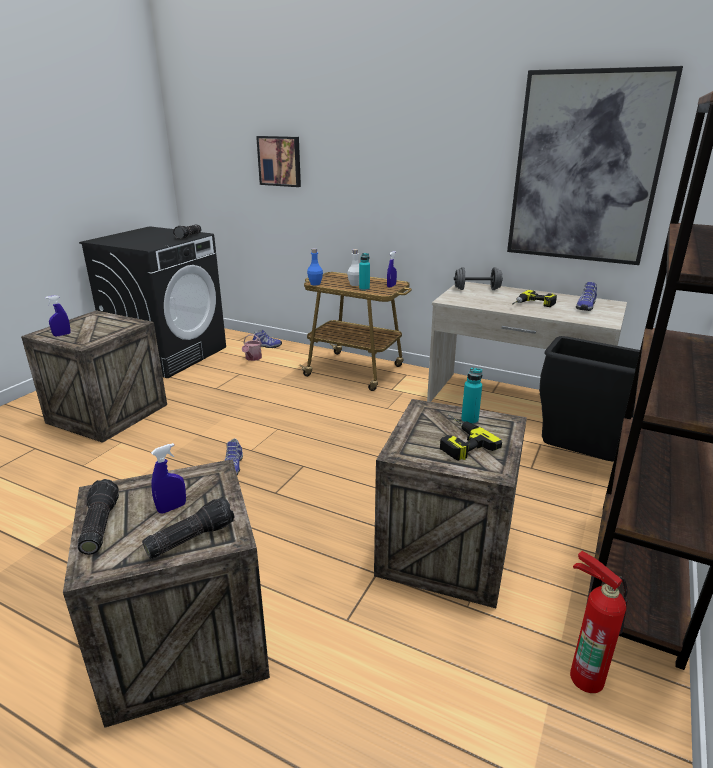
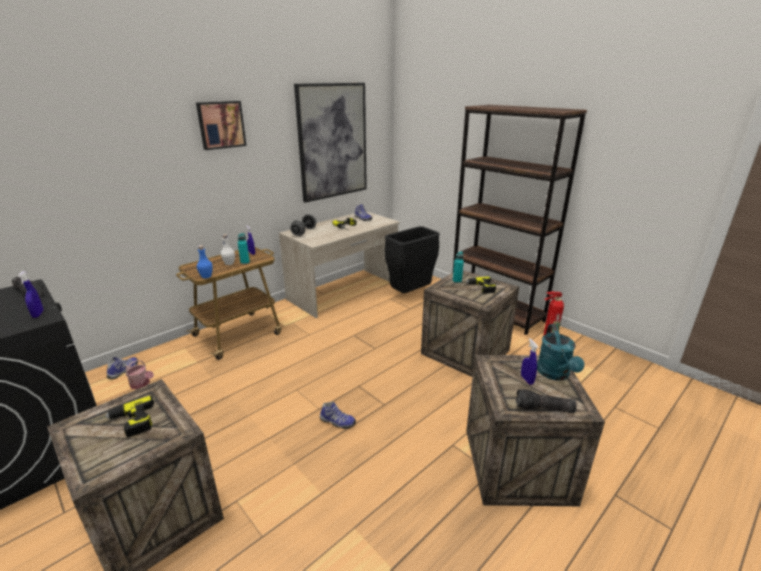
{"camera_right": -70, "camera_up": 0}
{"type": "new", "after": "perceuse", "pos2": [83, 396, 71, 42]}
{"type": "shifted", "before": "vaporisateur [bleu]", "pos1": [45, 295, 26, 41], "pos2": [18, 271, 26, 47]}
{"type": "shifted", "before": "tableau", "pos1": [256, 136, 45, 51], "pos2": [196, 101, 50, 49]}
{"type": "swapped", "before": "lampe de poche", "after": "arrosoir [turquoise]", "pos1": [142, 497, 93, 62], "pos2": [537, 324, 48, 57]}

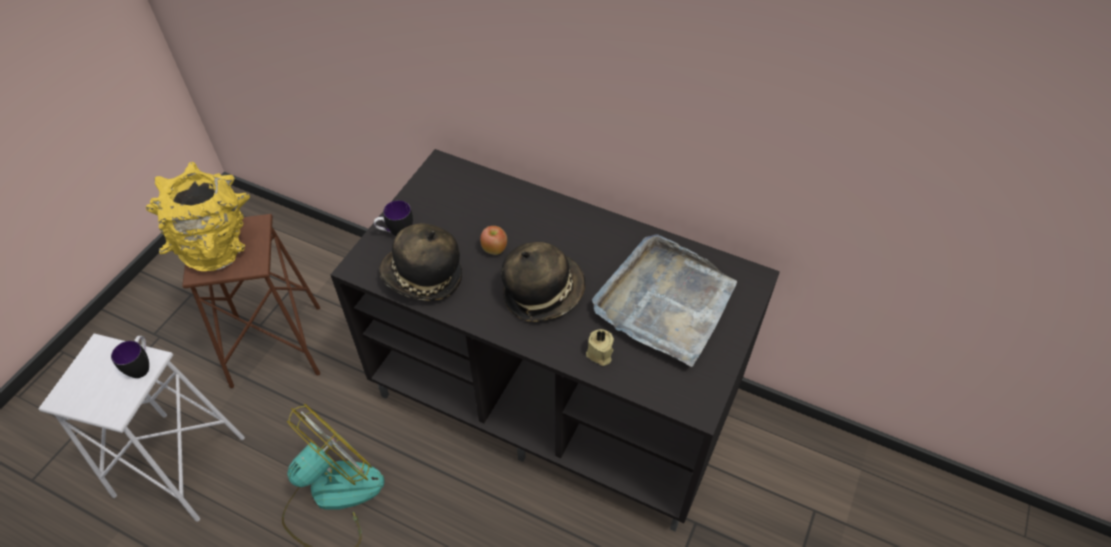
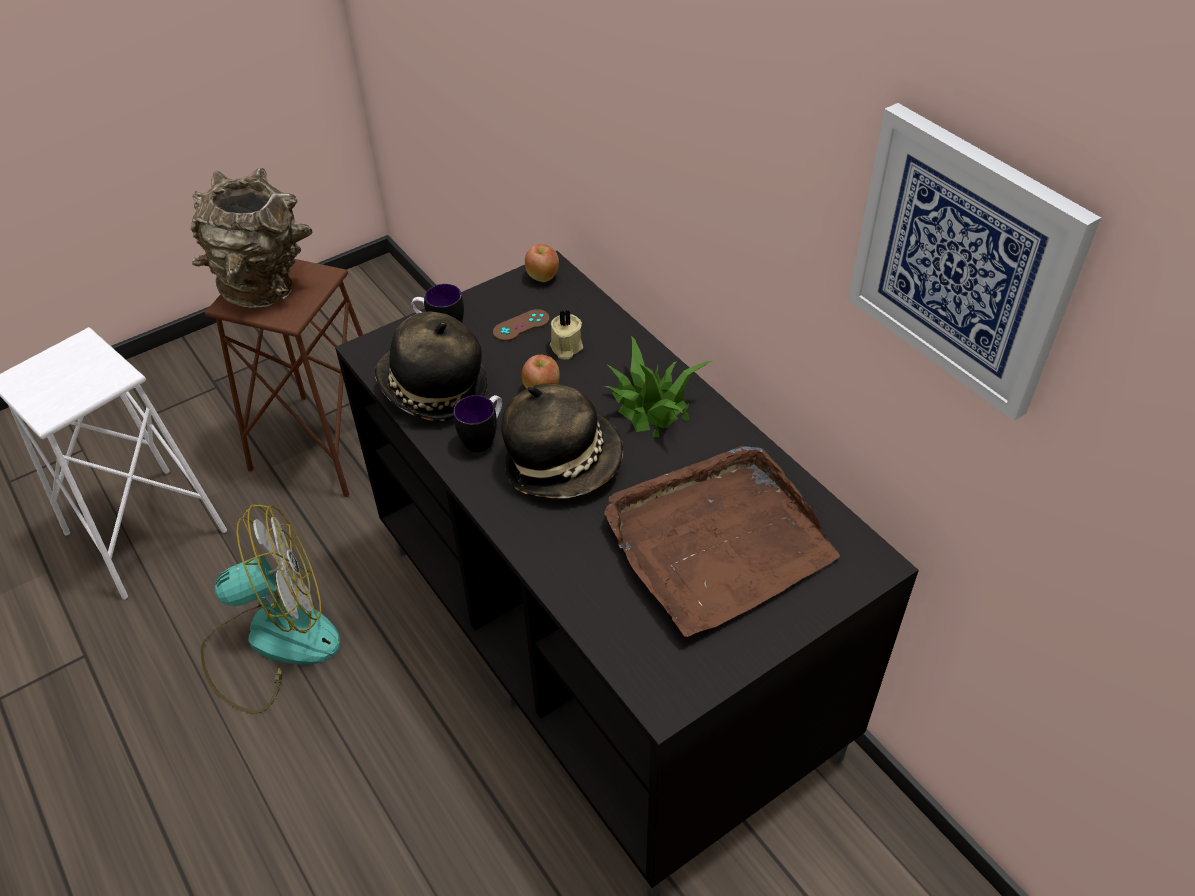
{"camera_right": 30, "camera_up": -5}
{"type": "new", "after": "manette [marron]", "pos2": [493, 309, 57, 32]}
{"type": "new", "after": "pomme", "pos2": [525, 244, 34, 38]}
{"type": "new", "after": "plante en pot", "pos2": [604, 336, 108, 101]}
{"type": "new", "after": "tableau", "pos2": [848, 103, 253, 318]}
{"type": "shifted", "before": "mug", "pos1": [111, 336, 38, 42], "pos2": [453, 395, 49, 58]}
{"type": "shifted", "before": "bougie [beige]", "pos1": [586, 329, 28, 37], "pos2": [550, 310, 33, 49]}
{"type": "repainted", "before": "vase [jaune]", "after": "vase [marron]", "pos1": [146, 162, 104, 109], "pos2": [191, 168, 121, 140]}
{"type": "repainted", "before": "plateau [gris]", "after": "plateau [marron]", "pos1": [592, 234, 145, 133], "pos2": [604, 446, 236, 191]}

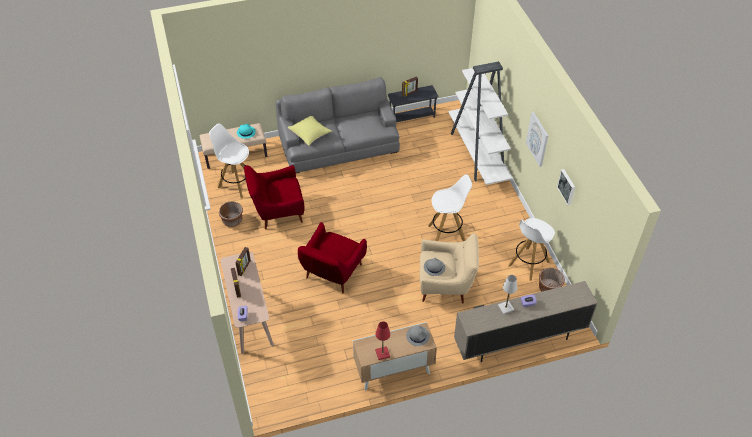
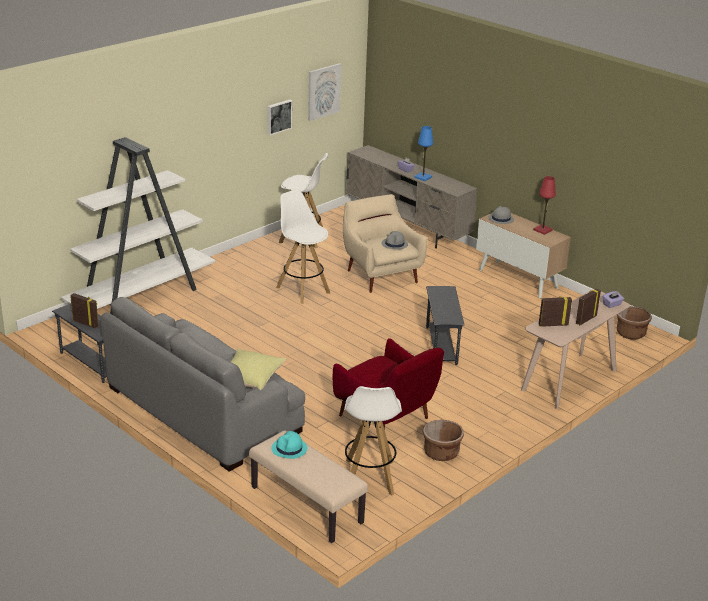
{"camera_right": -120, "camera_up": -20}
{"type": "shifted", "before": "tableau", "pos1": [526, 112, 22, 55], "pos2": [308, 63, 33, 58]}
{"type": "shifted", "before": "cache-pot [marron]", "pos1": [539, 268, 26, 24], "pos2": [617, 306, 35, 34]}
{"type": "swapped", "before": "fauteuil [rouge]", "after": "table d'appoint [gris]", "pos1": [298, 222, 69, 71], "pos2": [426, 286, 38, 79]}
{"type": "repainted", "before": "lampe de table [blanc]", "after": "lampe de table [bleu]", "pos1": [498, 275, 19, 39], "pos2": [414, 126, 19, 55]}

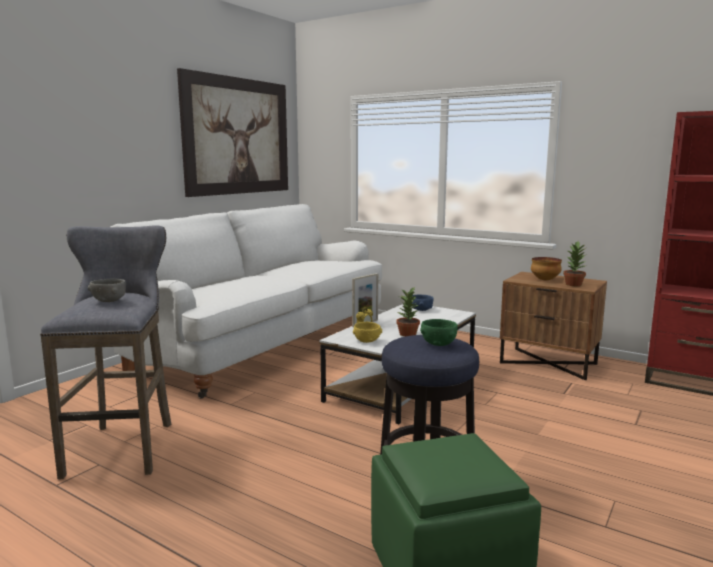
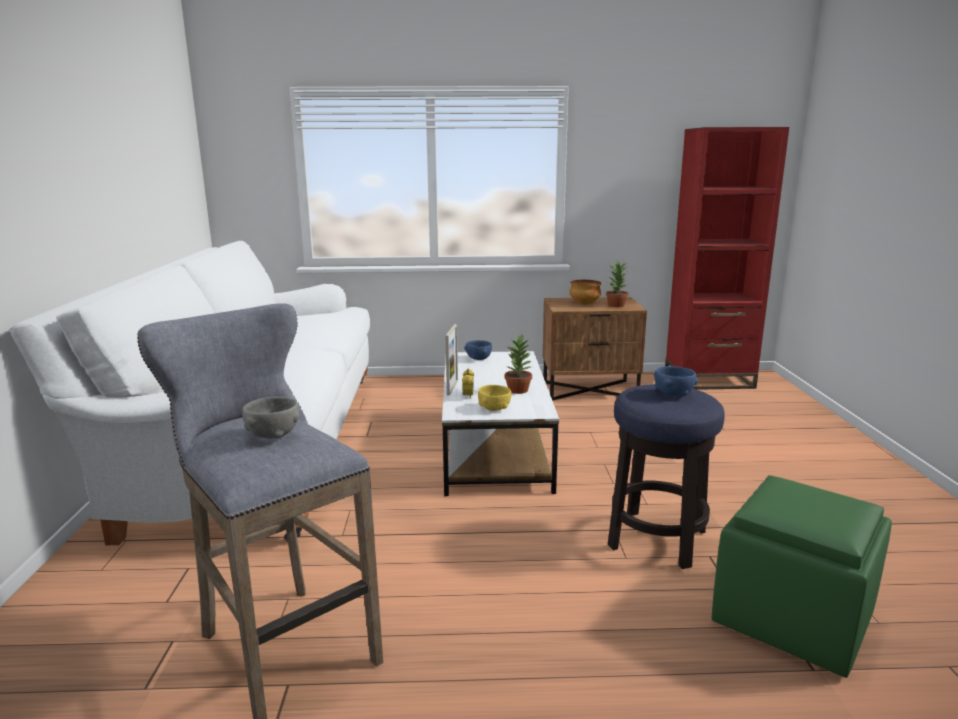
{"camera_right": -35, "camera_up": 5}
{"type": "gone", "before": "tableau", "pos1": [177, 68, 111, 129]}
{"type": "repainted", "before": "bol [vert]", "after": "bol [bleu]", "pos1": [420, 319, 38, 27], "pos2": [654, 366, 44, 30]}

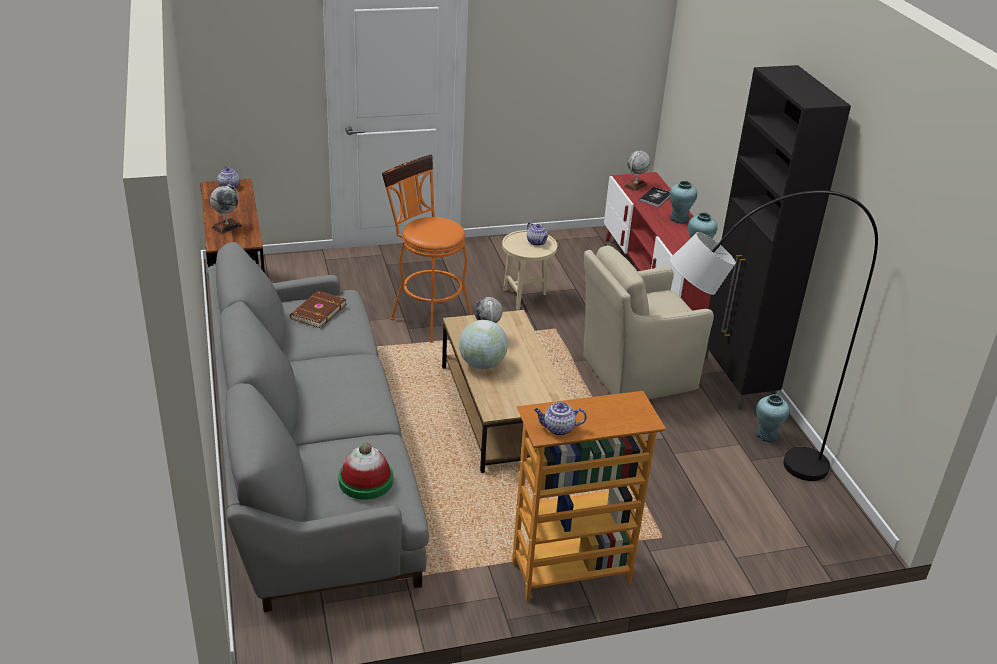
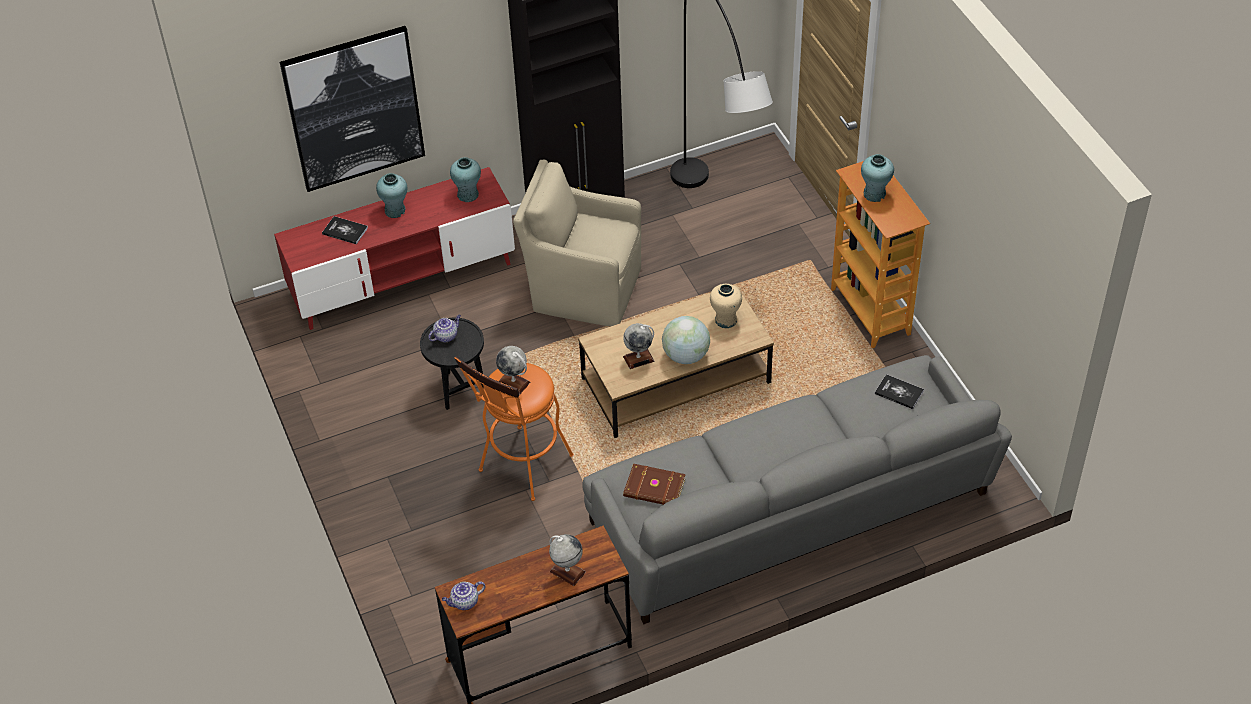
{"camera_right": -95, "camera_up": 15}
{"type": "gone", "before": "théière", "pos1": [534, 402, 53, 34]}
{"type": "new", "after": "tableau", "pos2": [280, 26, 145, 166]}
{"type": "new", "after": "vase [beige]", "pos2": [710, 284, 32, 44]}
{"type": "shifted", "before": "globe", "pos1": [624, 150, 27, 41], "pos2": [496, 346, 34, 49]}
{"type": "shifted", "before": "vase [turquoise]", "pos1": [756, 394, 34, 48], "pos2": [861, 154, 33, 48]}
{"type": "swapped", "before": "chapeau", "after": "livre", "pos1": [338, 442, 55, 58], "pos2": [875, 374, 49, 35]}
{"type": "repainted", "before": "table d'appoint [beige]", "after": "table d'appoint [noir]", "pos1": [502, 230, 55, 80], "pos2": [420, 318, 64, 92]}
{"type": "rotated", "before": "fauteuil [beige]", "pos1": [583, 245, 131, 155], "pos2": [513, 160, 128, 167], "turn": 135}

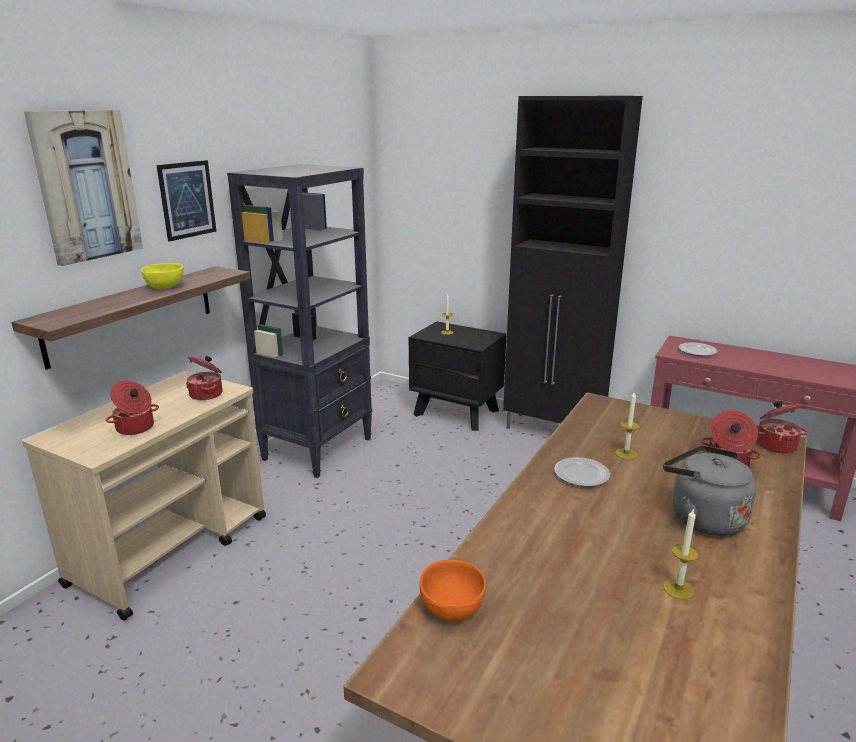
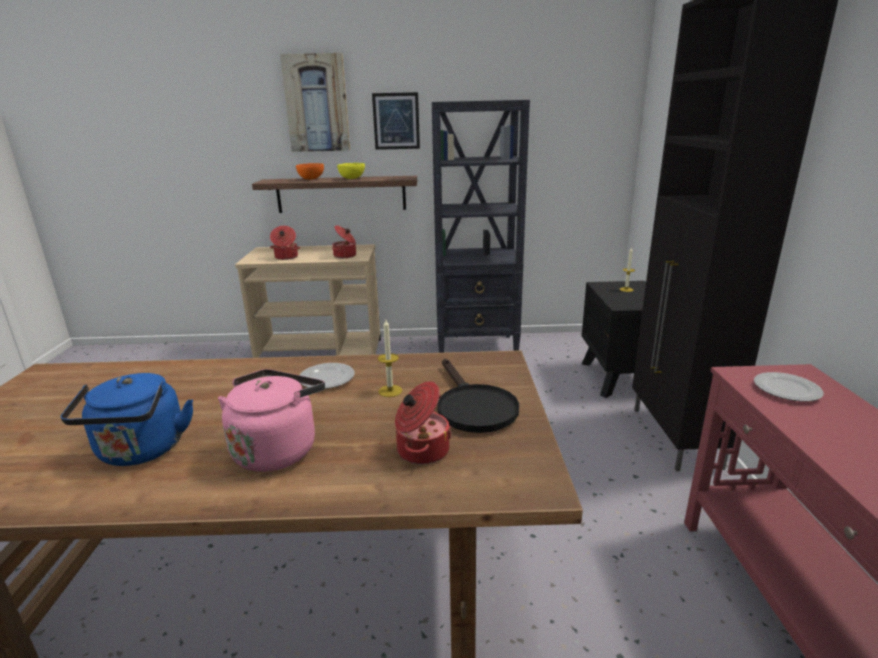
{"camera_right": 60, "camera_up": 0}
{"type": "gone", "before": "marmite", "pos1": [756, 401, 52, 53]}
{"type": "new", "after": "poêle [noir]", "pos2": [437, 359, 82, 74]}
{"type": "shifted", "before": "bol [orange]", "pos1": [419, 560, 67, 61], "pos2": [296, 163, 28, 17]}
{"type": "swapped", "before": "bougie", "after": "bouilloire [bleu]", "pos1": [663, 508, 36, 92], "pos2": [60, 373, 133, 93]}
{"type": "repainted", "before": "bouilloire [gris]", "after": "bouilloire [rose]", "pos1": [663, 445, 93, 91], "pos2": [218, 369, 107, 103]}

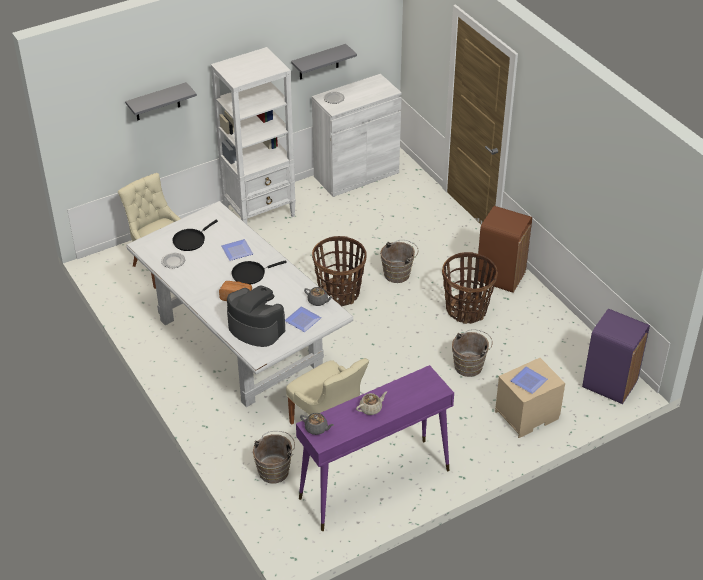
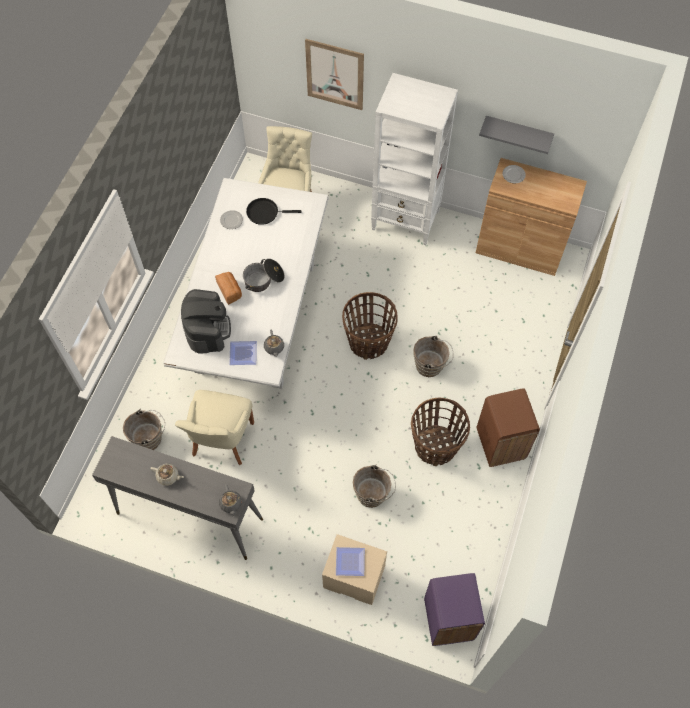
{"camera_right": 50, "camera_up": 20}
{"type": "gone", "before": "assiette", "pos1": [221, 239, 32, 22]}
{"type": "shifted", "before": "théière [gris]", "pos1": [300, 413, 34, 22], "pos2": [219, 484, 23, 33]}
{"type": "swapped", "before": "étagère [gris]", "after": "tableau", "pos1": [125, 82, 72, 38], "pos2": [305, 39, 59, 71]}
{"type": "swapped", "before": "poêle [noir]", "after": "marmite", "pos1": [231, 260, 56, 24], "pos2": [243, 259, 41, 33]}
{"type": "repainted", "before": "table console [violet]", "after": "table console [gris]", "pos1": [296, 365, 158, 166], "pos2": [92, 436, 171, 124]}
{"type": "repainted", "before": "meuble de rangement [blanc]", "after": "meuble de rangement [marron]", "pos1": [312, 74, 90, 123], "pos2": [476, 158, 111, 118]}

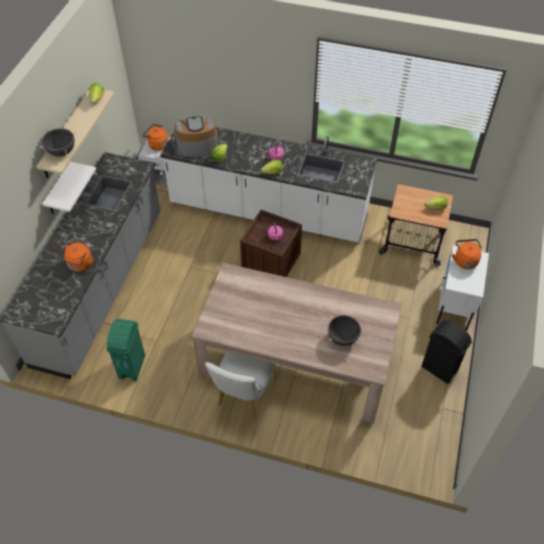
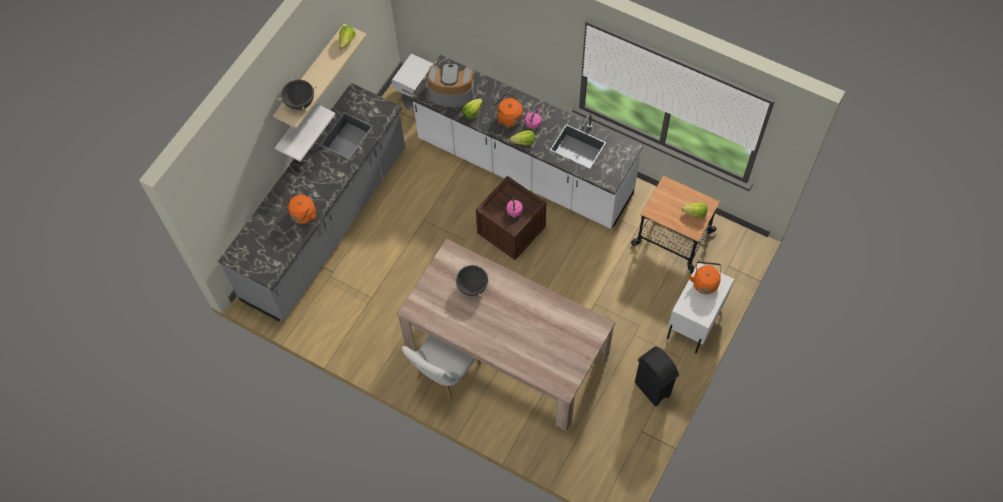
{"camera_right": 15, "camera_up": 10}
{"type": "gone", "before": "poubelle [vert]", "pos1": [107, 319, 38, 62]}
{"type": "shifted", "before": "bouilloire [orange]", "pos1": [143, 124, 25, 27], "pos2": [493, 93, 30, 33]}
{"type": "shifted", "before": "marmite [noir]", "pos1": [328, 315, 33, 31], "pos2": [454, 263, 36, 33]}

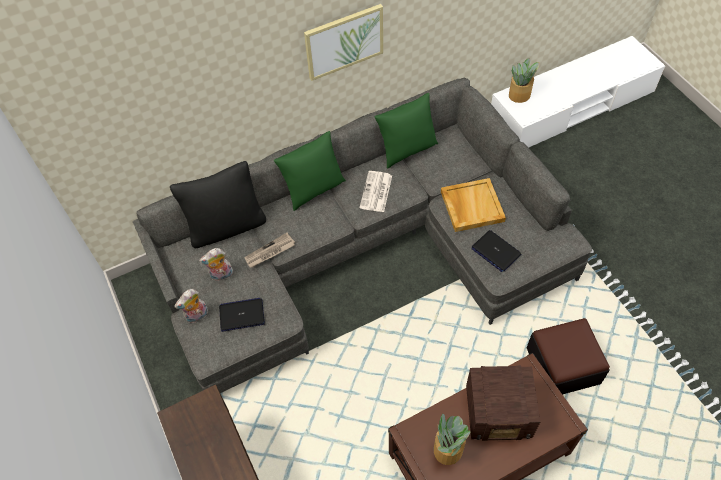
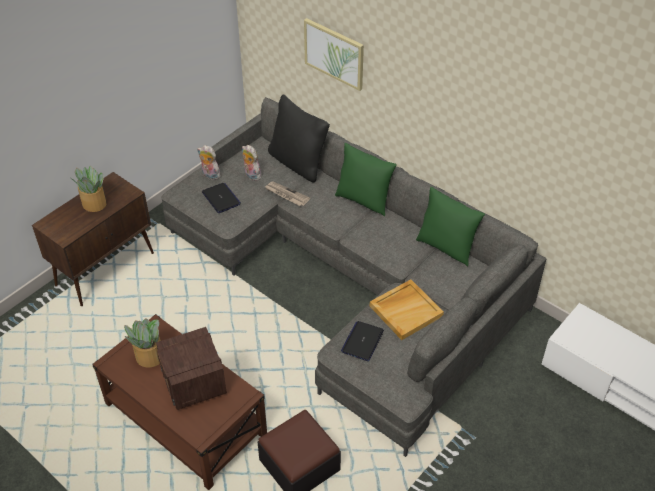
{"camera_right": 65, "camera_up": -10}
{"type": "gone", "before": "journal", "pos1": [359, 171, 33, 41]}
{"type": "shifted", "before": "tableau", "pos1": [304, 4, 79, 77], "pos2": [304, 18, 60, 73]}
{"type": "shifted", "before": "plante en pot", "pos1": [509, 58, 30, 45], "pos2": [71, 166, 35, 46]}

